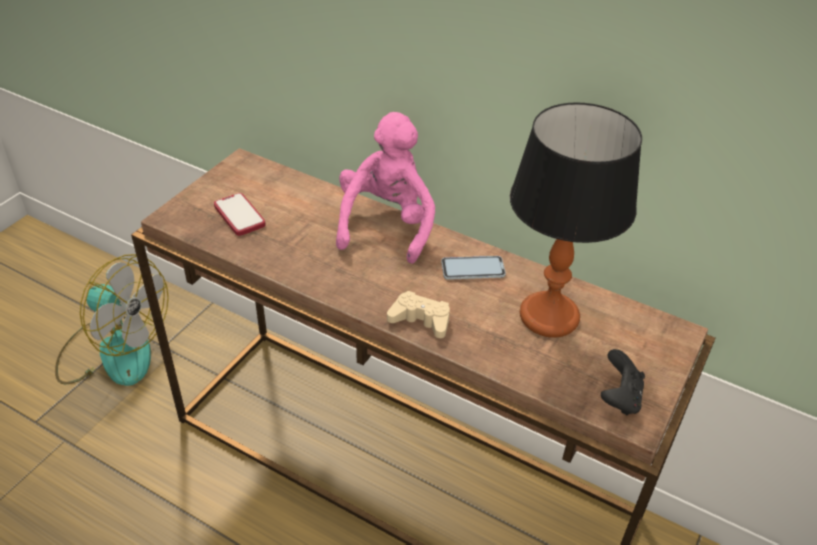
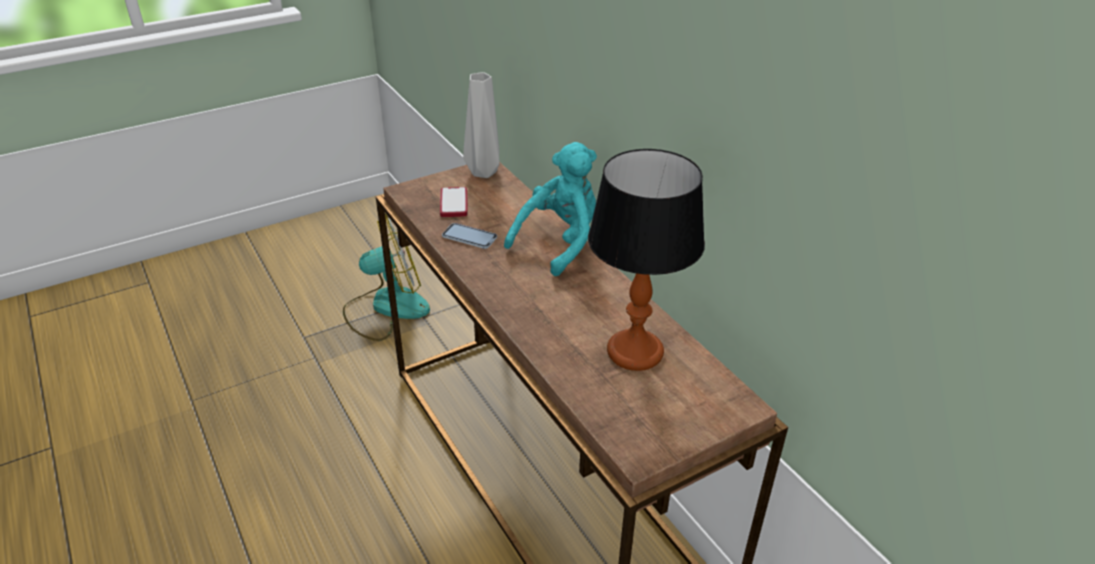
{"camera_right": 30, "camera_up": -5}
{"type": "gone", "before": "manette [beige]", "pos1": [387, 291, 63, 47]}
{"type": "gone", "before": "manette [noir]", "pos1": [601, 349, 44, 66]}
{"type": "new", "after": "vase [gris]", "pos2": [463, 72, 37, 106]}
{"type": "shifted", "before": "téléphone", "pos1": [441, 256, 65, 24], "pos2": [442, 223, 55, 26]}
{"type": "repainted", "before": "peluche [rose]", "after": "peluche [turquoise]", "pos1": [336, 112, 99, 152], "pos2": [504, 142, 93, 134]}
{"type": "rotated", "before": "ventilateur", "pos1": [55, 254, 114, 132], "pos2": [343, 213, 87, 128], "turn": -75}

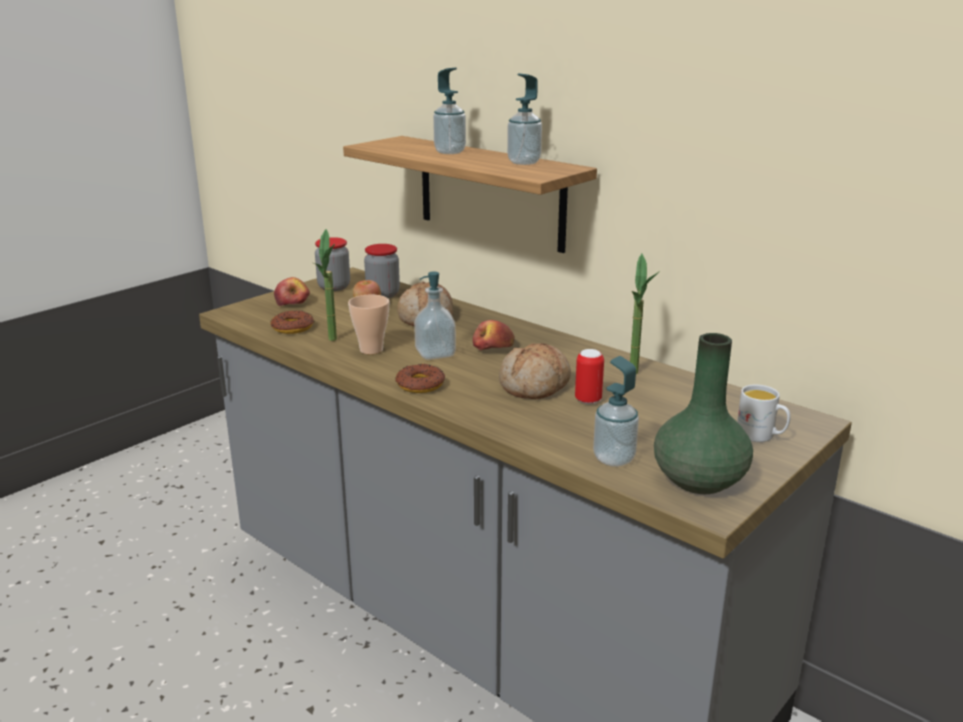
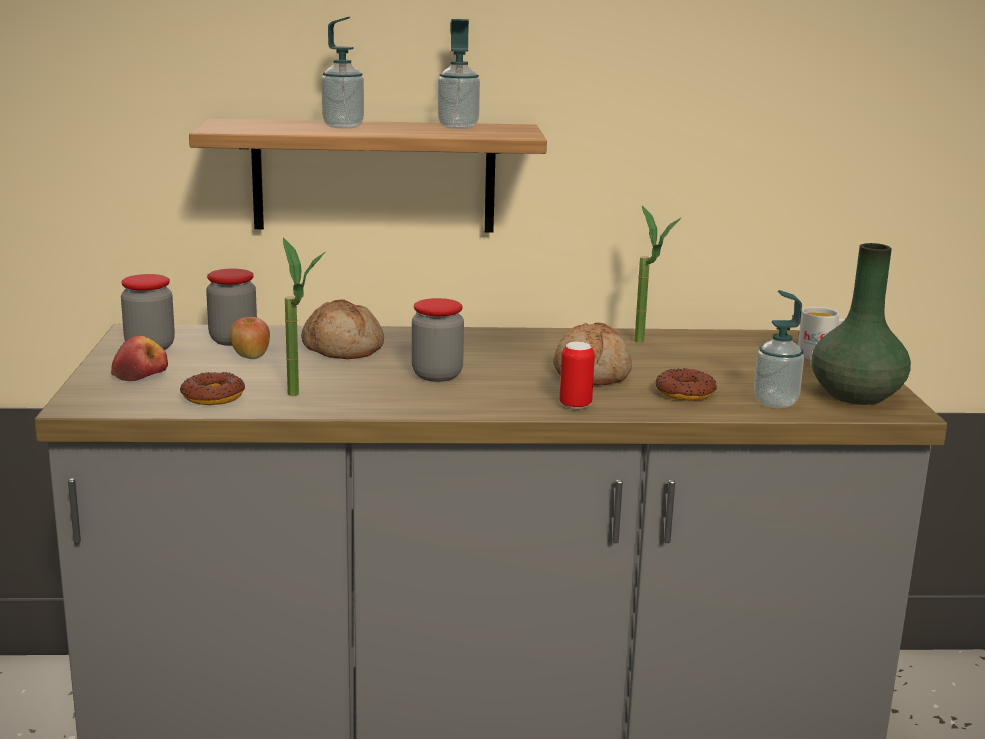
{"camera_right": -45, "camera_up": -5}
{"type": "gone", "before": "tasse", "pos1": [348, 294, 41, 60]}
{"type": "gone", "before": "pomme", "pos1": [473, 320, 42, 31]}
{"type": "shifted", "before": "beignet", "pos1": [395, 364, 50, 29], "pos2": [656, 368, 61, 33]}
{"type": "shifted", "before": "boîte métallique", "pos1": [575, 349, 29, 55], "pos2": [560, 342, 35, 67]}
{"type": "swapped", "before": "distributeur de savon", "after": "bocal", "pos1": [414, 272, 42, 88], "pos2": [412, 298, 52, 84]}

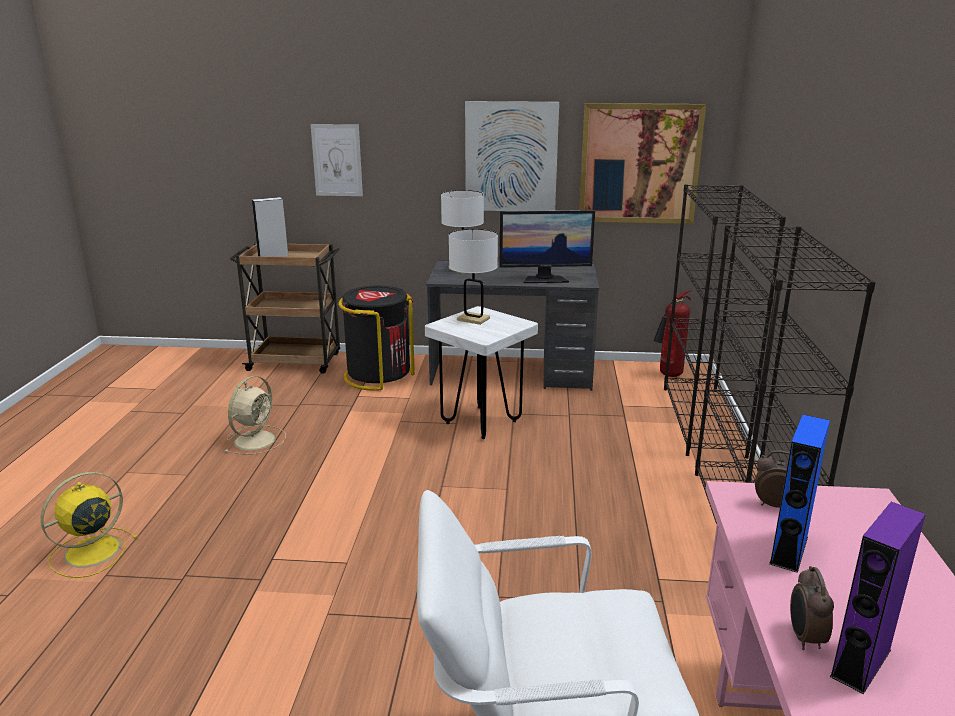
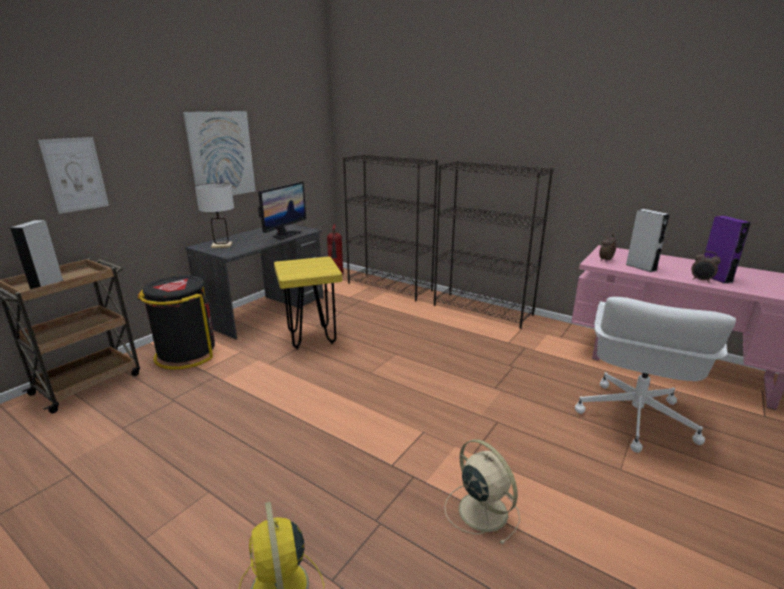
{"camera_right": -60, "camera_up": 0}
{"type": "gone", "before": "lampe de table [blanc]", "pos1": [449, 229, 49, 96]}
{"type": "gone", "before": "tableau", "pos1": [579, 103, 127, 121]}
{"type": "shifted", "before": "ventilateur [beige]", "pos1": [225, 376, 61, 79], "pos2": [445, 439, 75, 106]}
{"type": "repainted", "before": "tabouret [blanc]", "after": "tabouret [jaune]", "pos1": [425, 306, 113, 133], "pos2": [274, 257, 68, 92]}
{"type": "repainted", "before": "enceinte [bleu]", "after": "enceinte [gris]", "pos1": [769, 415, 61, 158], "pos2": [626, 209, 44, 63]}

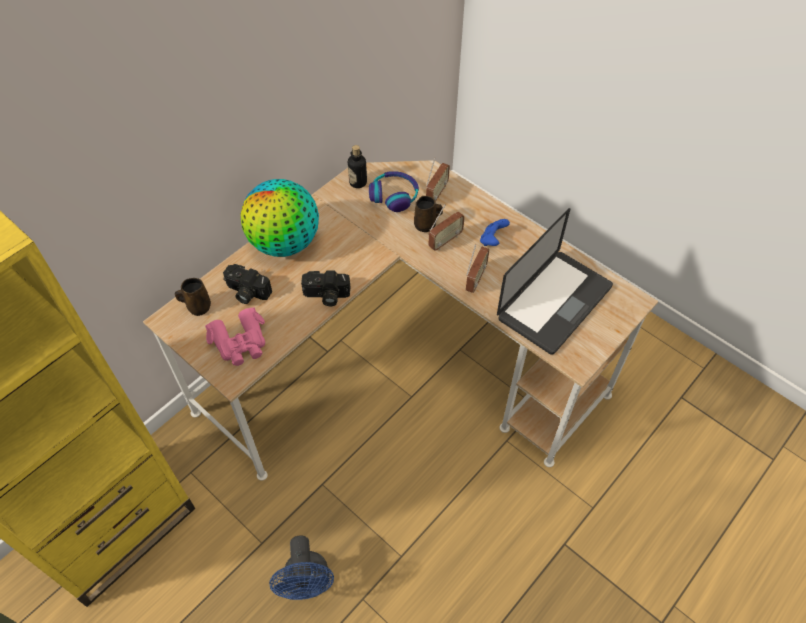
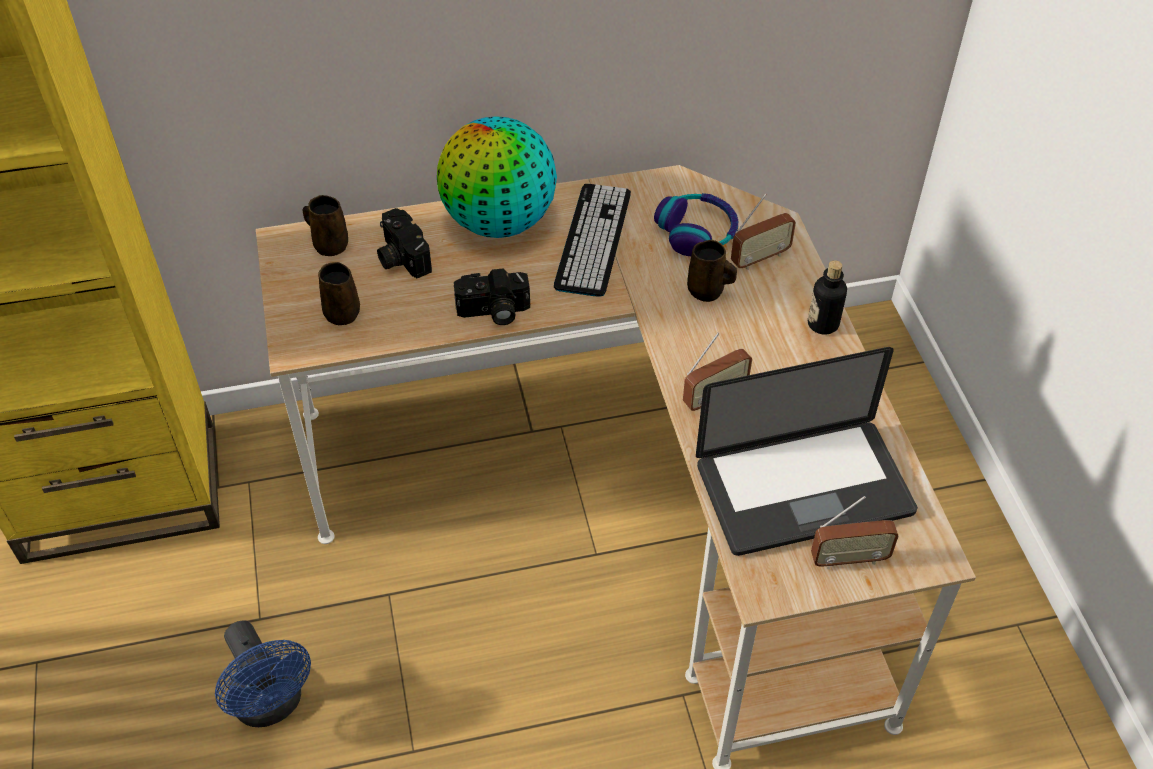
{"camera_right": 35, "camera_up": -5}
{"type": "gone", "before": "manette [bleu]", "pos1": [480, 219, 30, 27]}
{"type": "new", "after": "clavier", "pos2": [554, 184, 77, 113]}
{"type": "shifted", "before": "bouteille", "pos1": [348, 145, 19, 43], "pos2": [808, 260, 39, 75]}
{"type": "shifted", "before": "radio", "pos1": [428, 204, 37, 47], "pos2": [811, 496, 88, 74]}
{"type": "swapped", "before": "jumelles [rose]", "after": "mug [marron]", "pos1": [205, 307, 60, 59], "pos2": [318, 262, 42, 63]}
{"type": "rotated", "before": "ventilateur [bleu]", "pos1": [269, 536, 65, 64], "pos2": [215, 621, 96, 106], "turn": -60}
{"type": "rotated", "before": "appareil photo", "pos1": [301, 270, 49, 36], "pos2": [454, 268, 76, 57], "turn": -45}

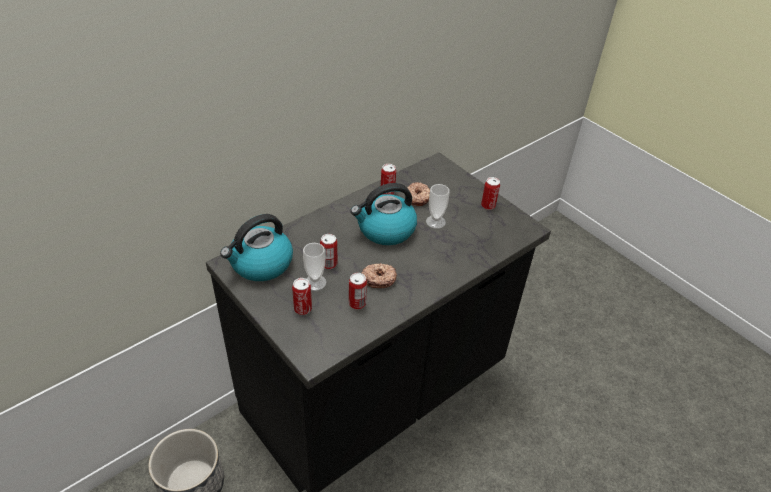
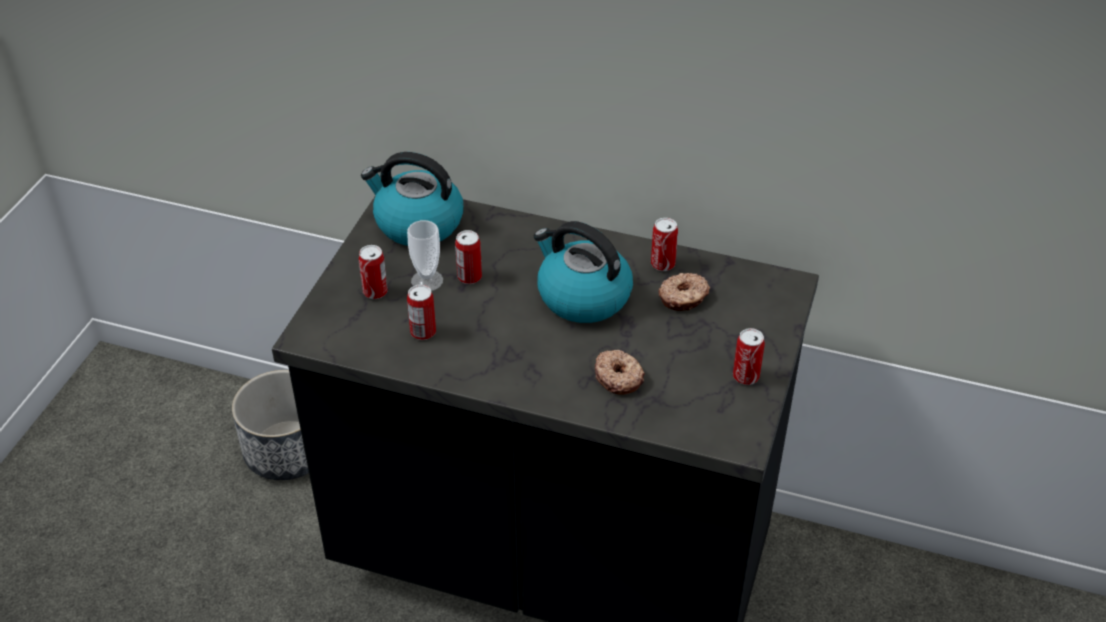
{"camera_right": 60, "camera_up": 0}
{"type": "gone", "before": "tasse", "pos1": [426, 184, 23, 45]}
{"type": "shifted", "before": "beignet", "pos1": [362, 263, 35, 25], "pos2": [595, 350, 50, 45]}

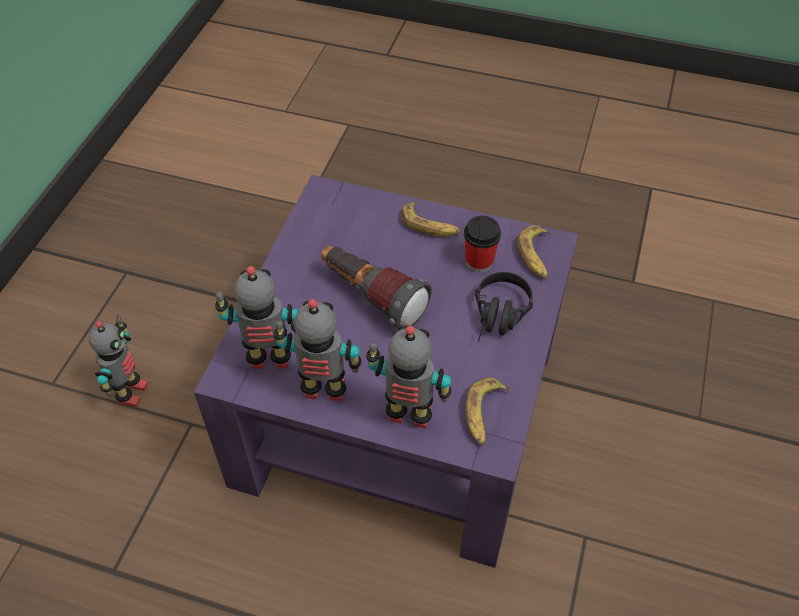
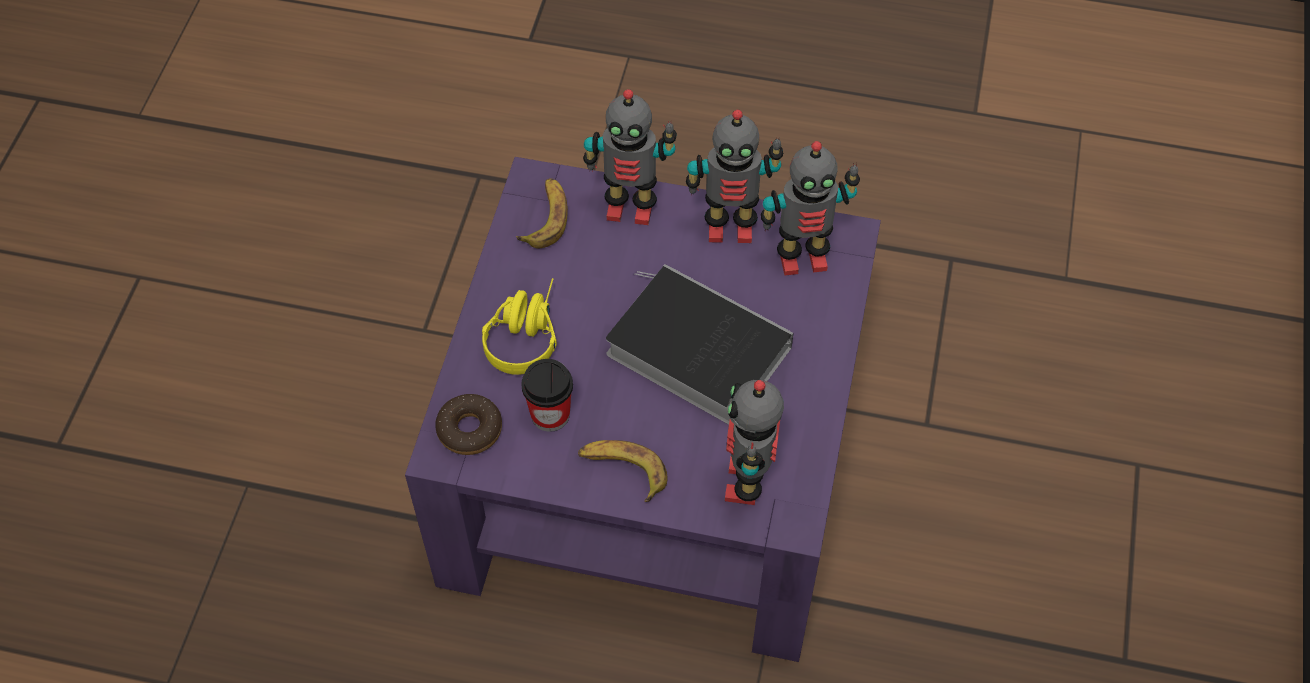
{"camera_right": 175, "camera_up": 5}
{"type": "shifted", "before": "robot jouet", "pos1": [89, 315, 59, 92], "pos2": [725, 380, 59, 125]}
{"type": "swapped", "before": "lampe de poche", "after": "livre", "pos1": [321, 246, 111, 85], "pos2": [606, 264, 188, 161]}
{"type": "swapped", "before": "banane", "after": "beignet", "pos1": [517, 225, 34, 54], "pos2": [435, 394, 67, 61]}
{"type": "repainted", "before": "casque audio [noir]", "after": "casque audio [jaune]", "pos1": [475, 272, 58, 70], "pos2": [482, 278, 75, 97]}

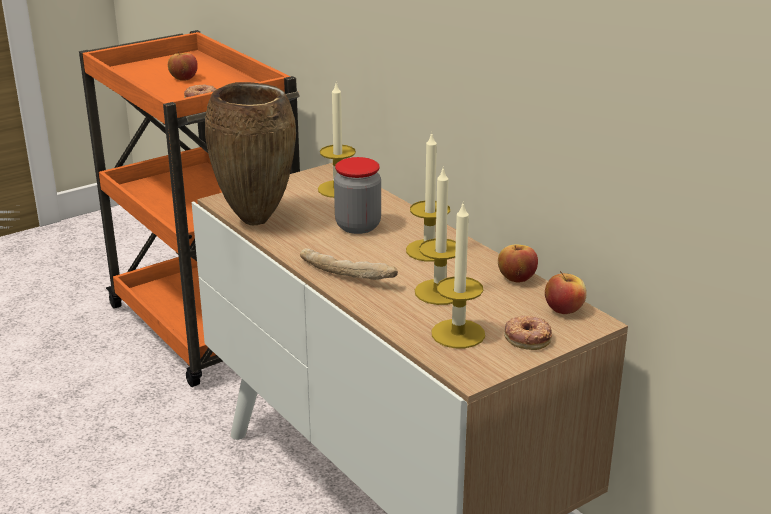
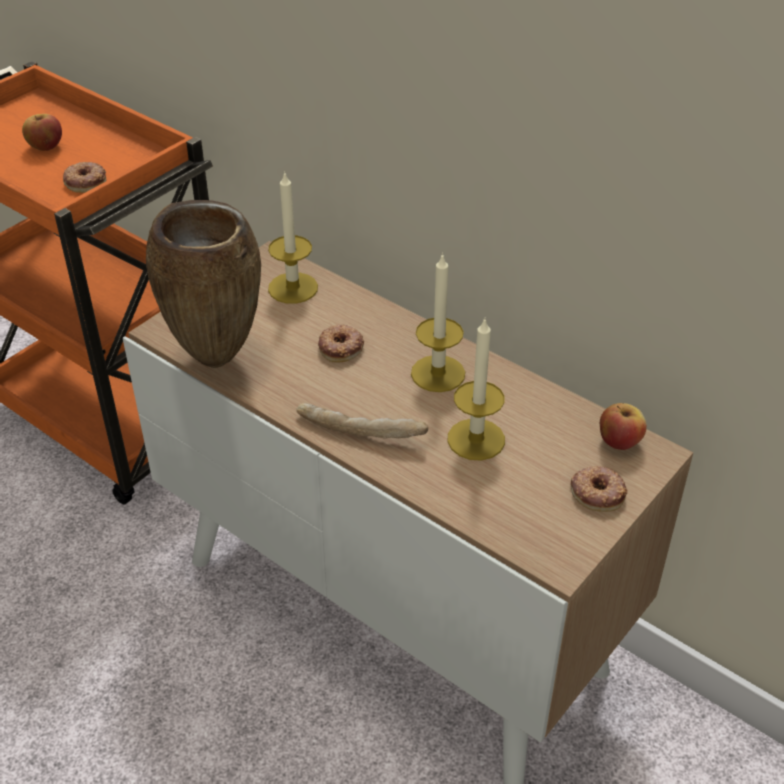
{"camera_right": -15, "camera_up": 15}
{"type": "gone", "before": "bougie", "pos1": [432, 201, 53, 147]}
{"type": "gone", "before": "pomme", "pos1": [498, 244, 40, 39]}
{"type": "swapped", "before": "bocal", "after": "beignet", "pos1": [334, 157, 47, 77], "pos2": [318, 324, 46, 39]}

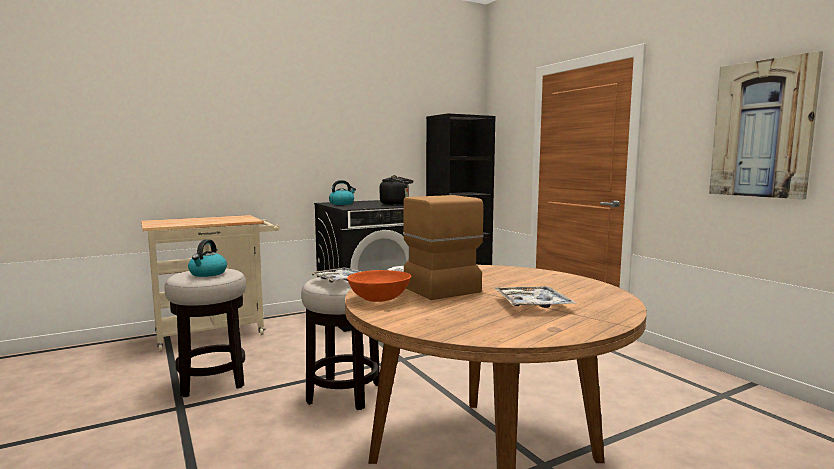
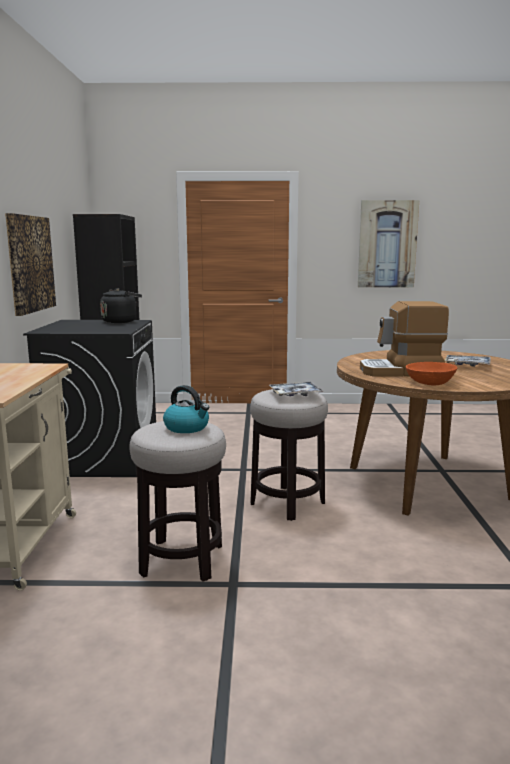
{"camera_right": -60, "camera_up": 5}
{"type": "gone", "before": "bouilloire", "pos1": [329, 180, 27, 25]}
{"type": "new", "after": "tableau", "pos2": [5, 213, 51, 103]}

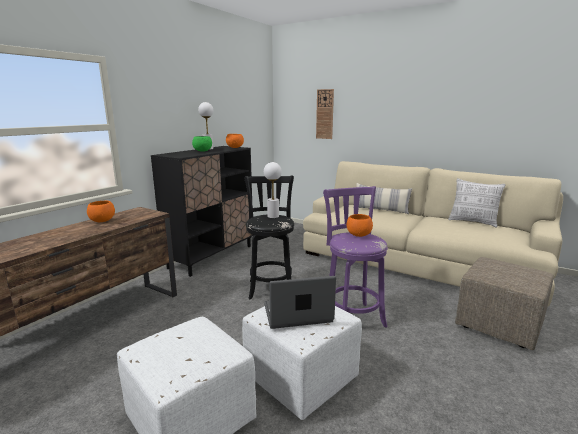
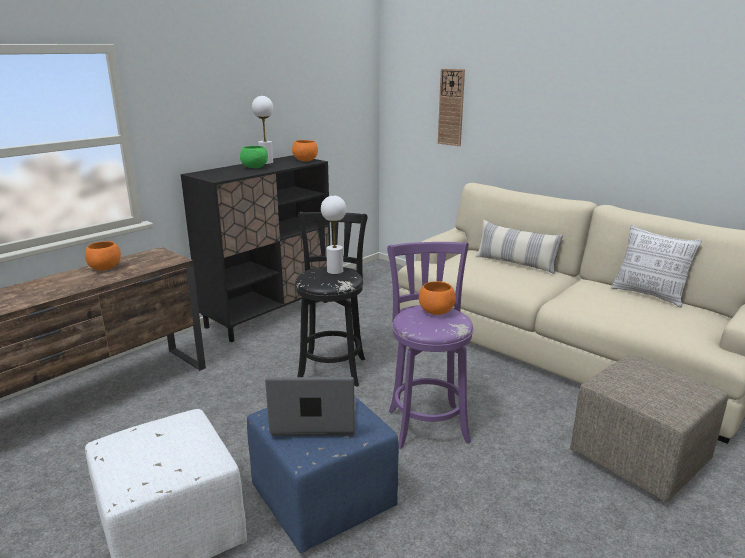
{"camera_right": 10, "camera_up": 5}
{"type": "repainted", "before": "pouf [blanc]", "after": "pouf [bleu]", "pos1": [242, 306, 120, 114], "pos2": [247, 397, 152, 156]}

